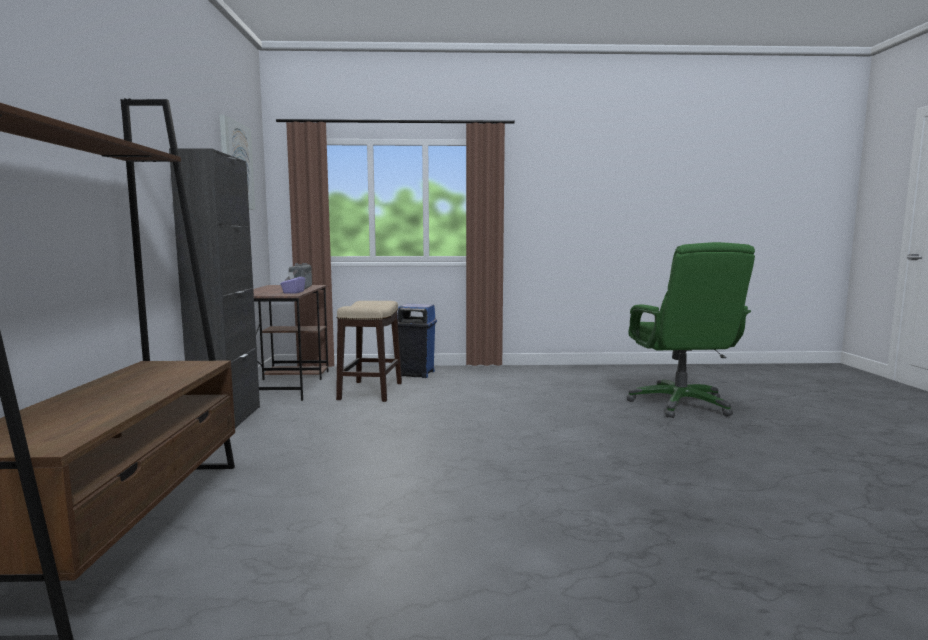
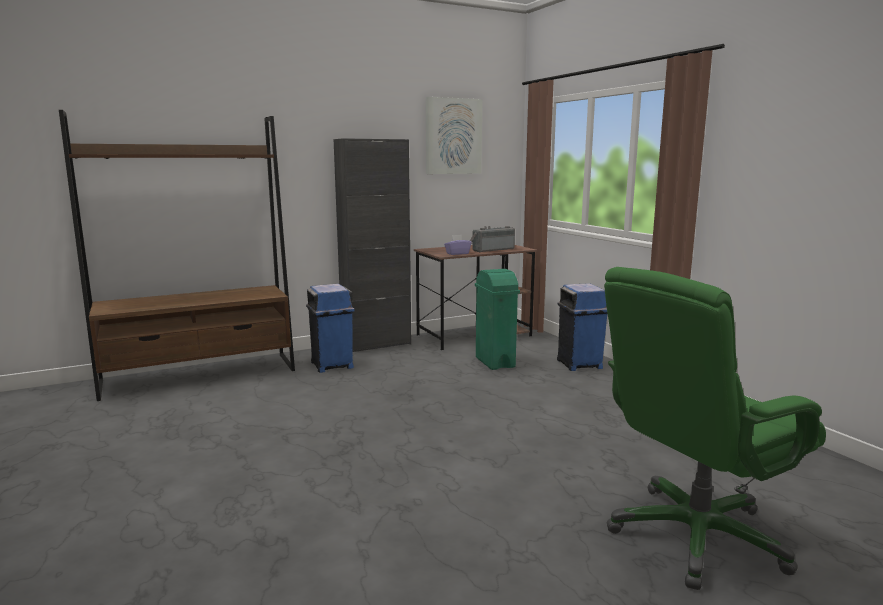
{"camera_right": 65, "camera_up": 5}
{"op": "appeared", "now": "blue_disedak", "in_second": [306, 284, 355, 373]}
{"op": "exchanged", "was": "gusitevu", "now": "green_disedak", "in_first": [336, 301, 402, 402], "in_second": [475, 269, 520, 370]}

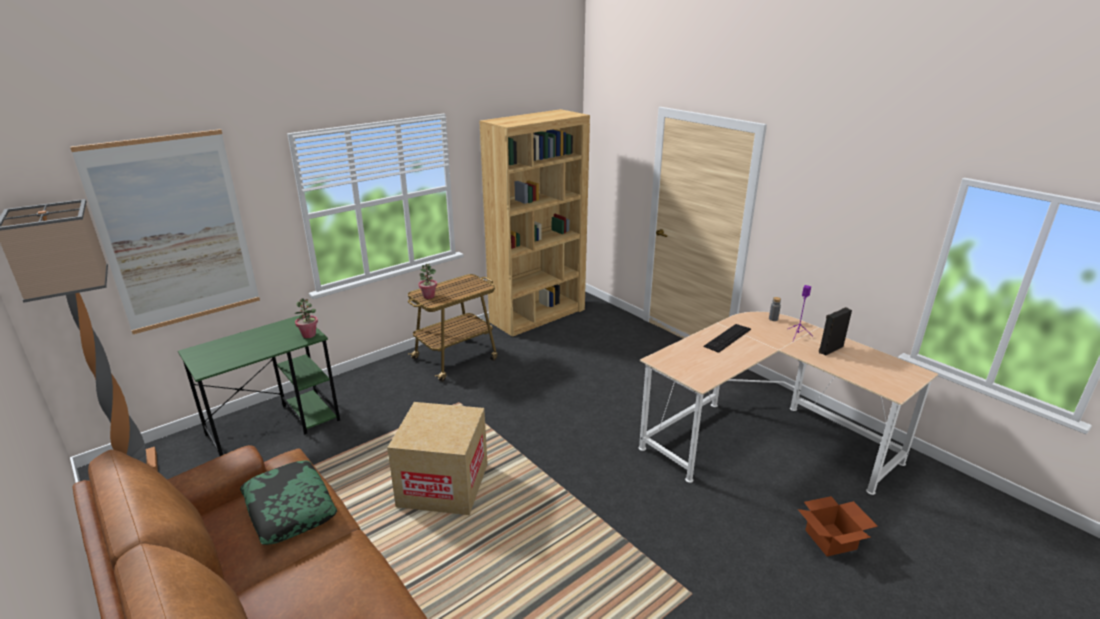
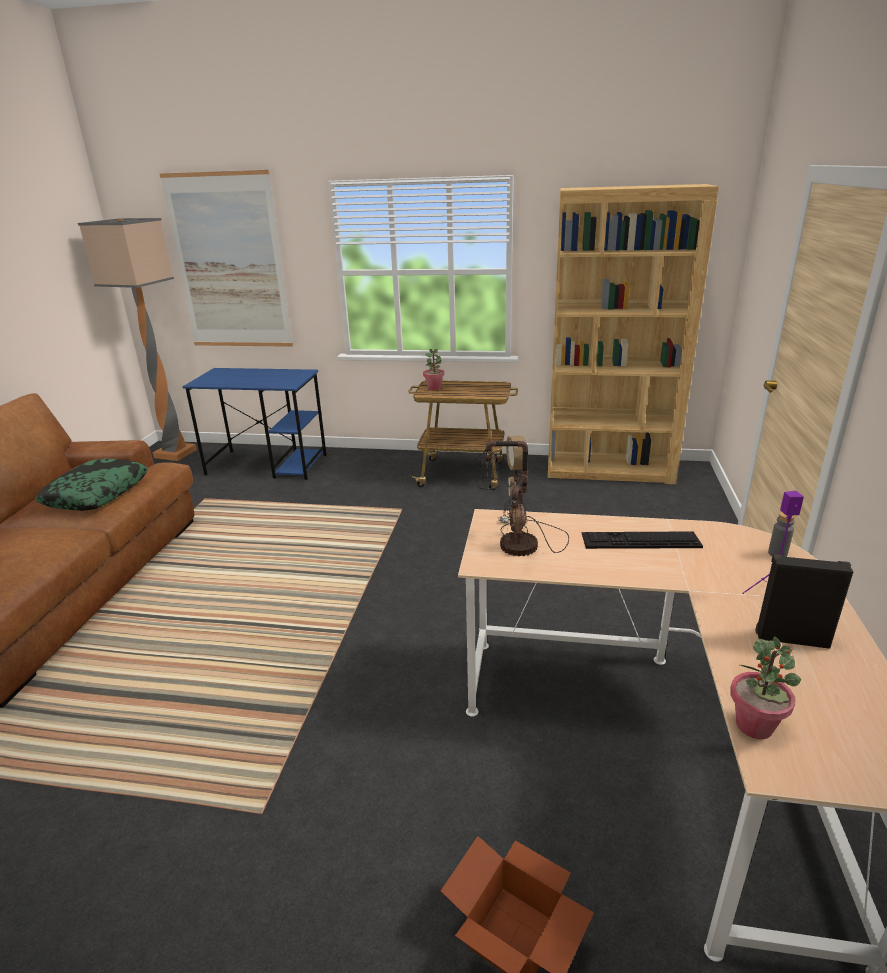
{"camera_right": 50, "camera_up": 0}
{"op": "colour", "was": "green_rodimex", "now": "blue_rodimex", "in_first": [178, 315, 340, 456], "in_second": [183, 368, 327, 480]}
{"op": "appeared", "now": "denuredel", "in_second": [475, 435, 569, 556]}
{"op": "relocated", "was": "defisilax", "in_first": [294, 298, 318, 338], "in_second": [730, 636, 801, 739]}
{"op": "missing", "was": "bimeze", "in_first": [387, 402, 488, 515]}

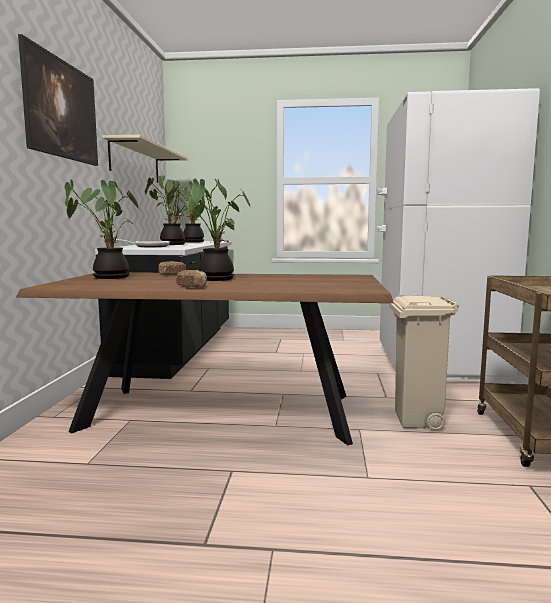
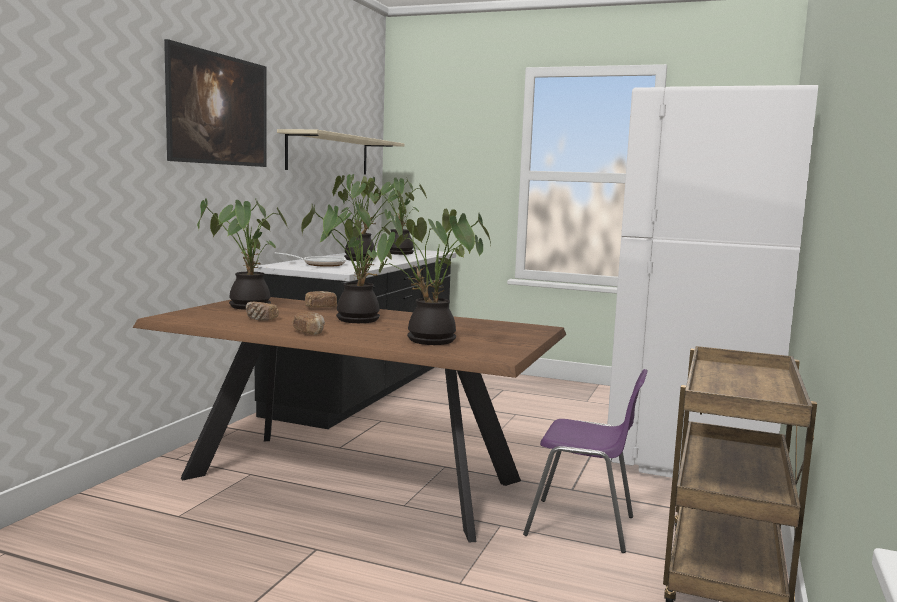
{"camera_right": 15, "camera_up": 0}
{"op": "appeared", "now": "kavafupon", "in_second": [246, 302, 279, 321]}
{"op": "appeared", "now": "defisilax", "in_second": [377, 209, 491, 345]}
{"op": "exchanged", "was": "beige_disedak", "now": "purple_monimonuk", "in_first": [389, 294, 459, 430], "in_second": [523, 369, 648, 553]}

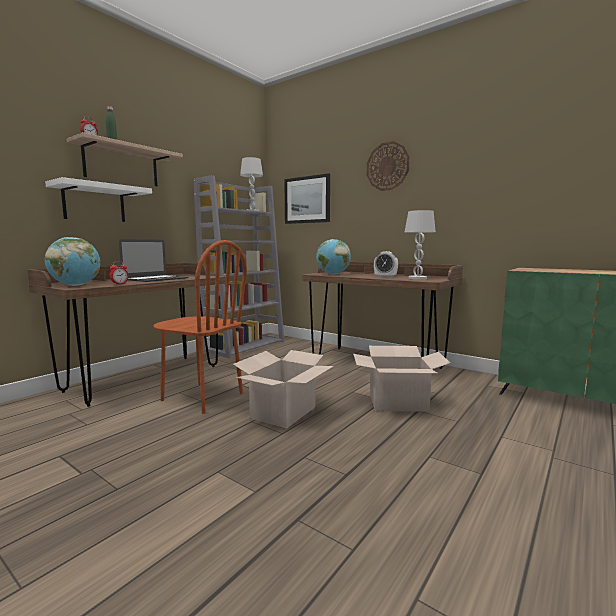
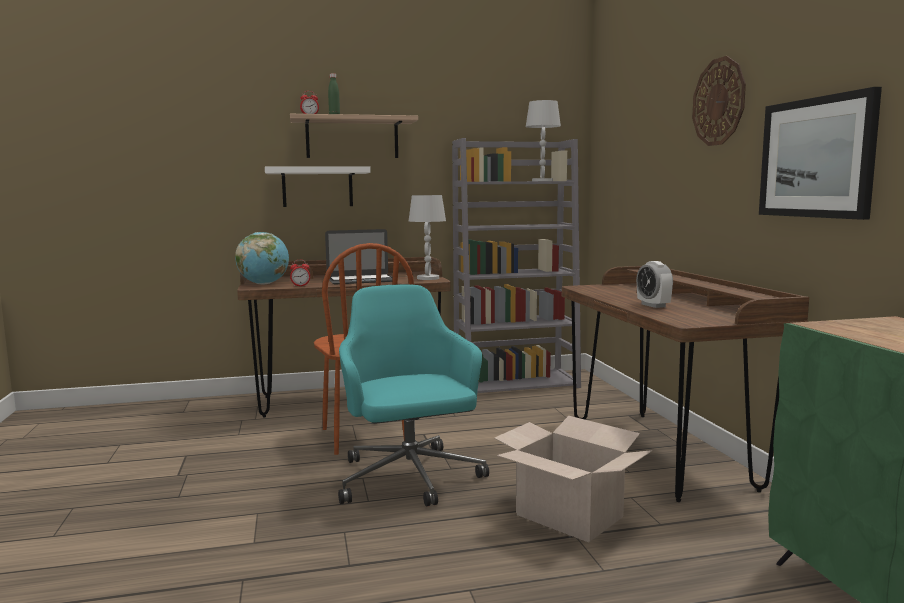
{"camera_right": 40, "camera_up": 0}
{"op": "exchanged", "was": "bimeze", "now": "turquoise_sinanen", "in_first": [233, 350, 334, 429], "in_second": [338, 284, 489, 507]}
{"op": "relocated", "was": "white_denuredel", "in_first": [405, 210, 436, 279], "in_second": [409, 195, 446, 280]}
{"op": "relocated", "was": "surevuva", "in_first": [284, 173, 330, 224], "in_second": [759, 87, 882, 220]}
{"op": "missing", "was": "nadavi", "in_first": [316, 239, 351, 275]}

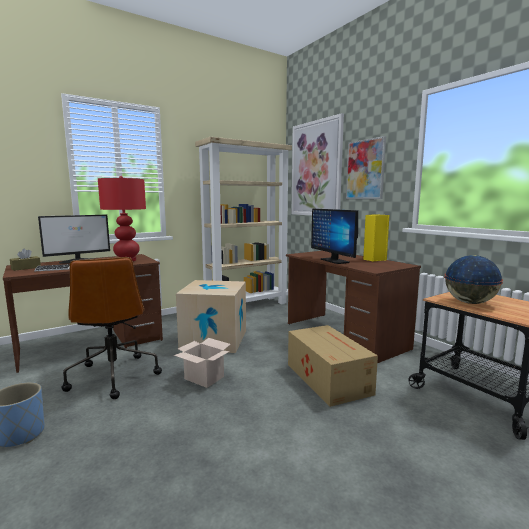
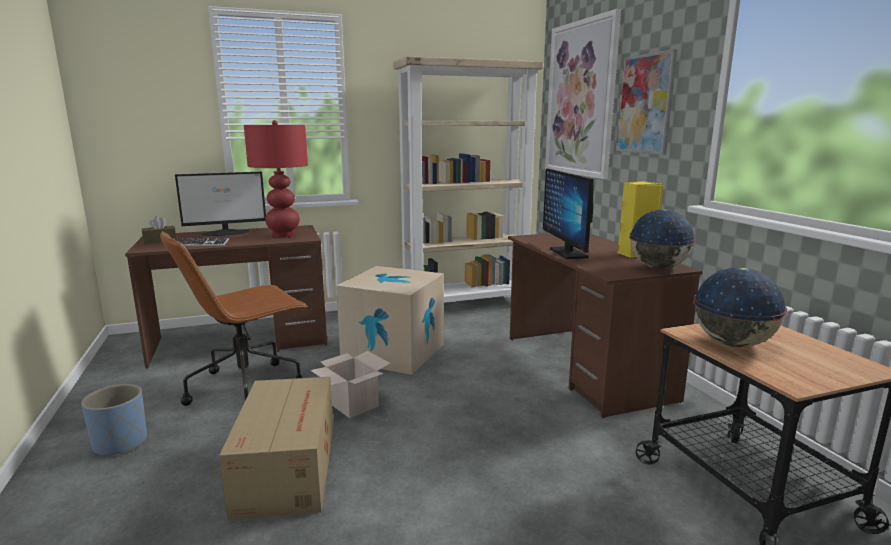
{"camera_right": 15, "camera_up": 5}
{"op": "spun", "was": "brown_sinanen", "in_first": [61, 257, 162, 399], "in_second": [160, 231, 308, 406], "clockwise": 60}
{"op": "relocated", "was": "bimeze", "in_first": [288, 325, 378, 407], "in_second": [219, 377, 334, 520]}
{"op": "appeared", "now": "nadavi", "in_second": [629, 209, 696, 269]}

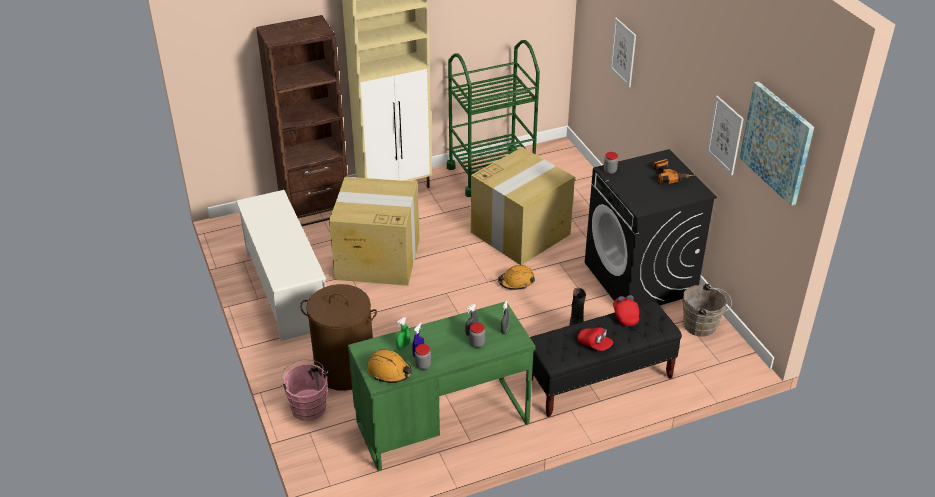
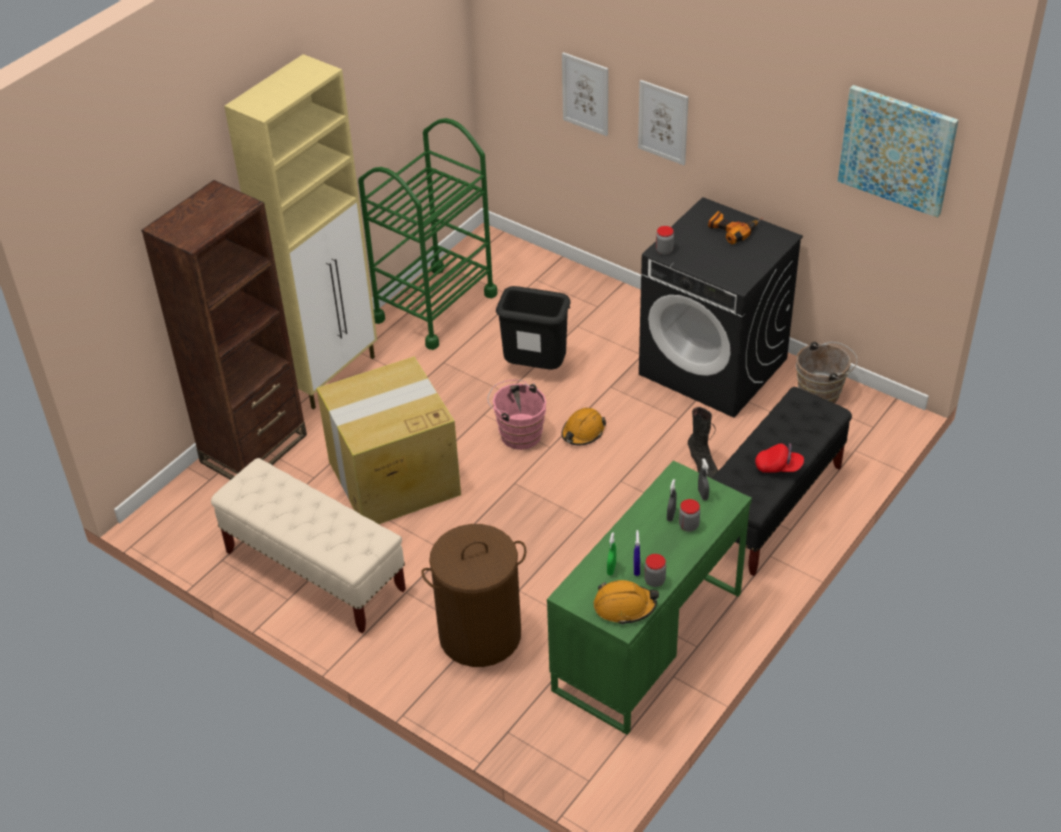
{"camera_right": -30, "camera_up": 5}
{"op": "exchanged", "was": "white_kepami", "now": "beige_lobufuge", "in_first": [236, 190, 326, 341], "in_second": [211, 458, 406, 633]}
{"op": "relocated", "was": "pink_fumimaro", "in_first": [281, 359, 328, 421], "in_second": [487, 380, 546, 450]}
{"op": "exchanged", "was": "bimeze", "now": "black_disedak", "in_first": [471, 147, 575, 265], "in_second": [496, 286, 570, 370]}
{"op": "relocated", "was": "surevuva", "in_first": [707, 96, 744, 175], "in_second": [638, 80, 688, 165]}
{"op": "missing", "was": "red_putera", "in_first": [613, 295, 639, 326]}

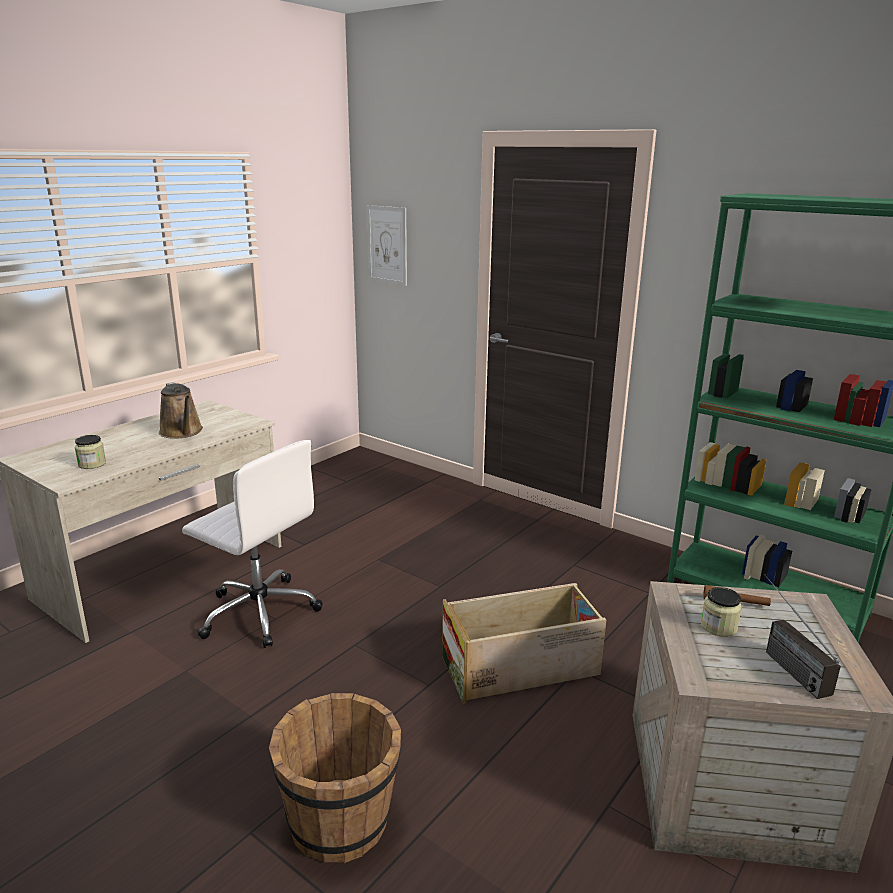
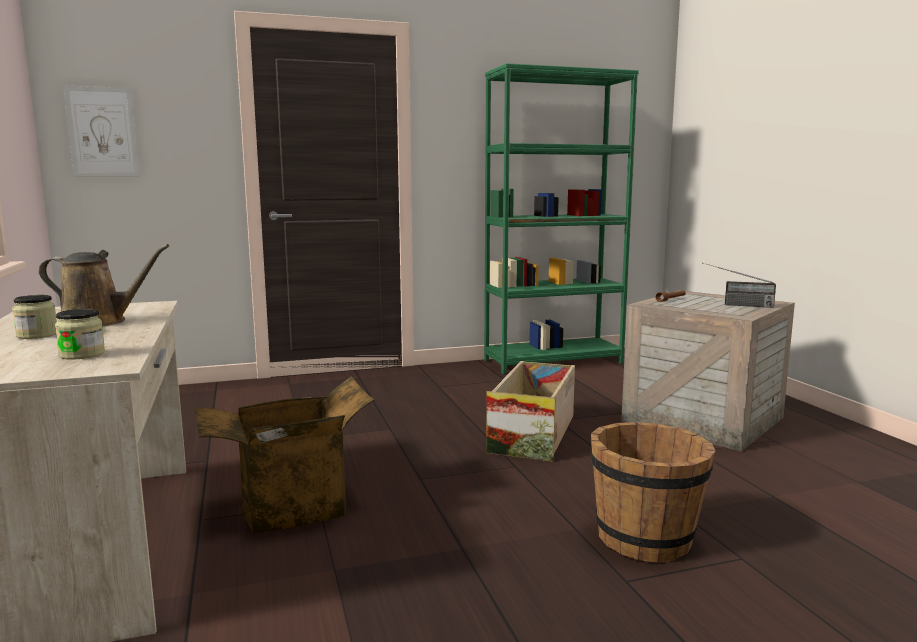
{"camera_right": -55, "camera_up": -10}
{"op": "relocated", "was": "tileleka", "in_first": [701, 587, 742, 637], "in_second": [12, 295, 57, 339]}
{"op": "exchanged", "was": "white_sinanen", "now": "bimeze", "in_first": [182, 440, 323, 648], "in_second": [195, 376, 375, 534]}

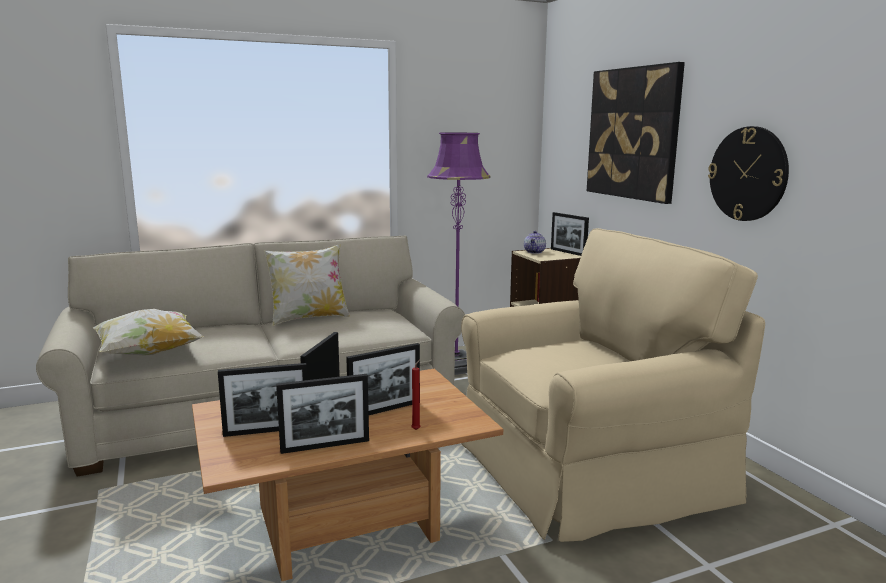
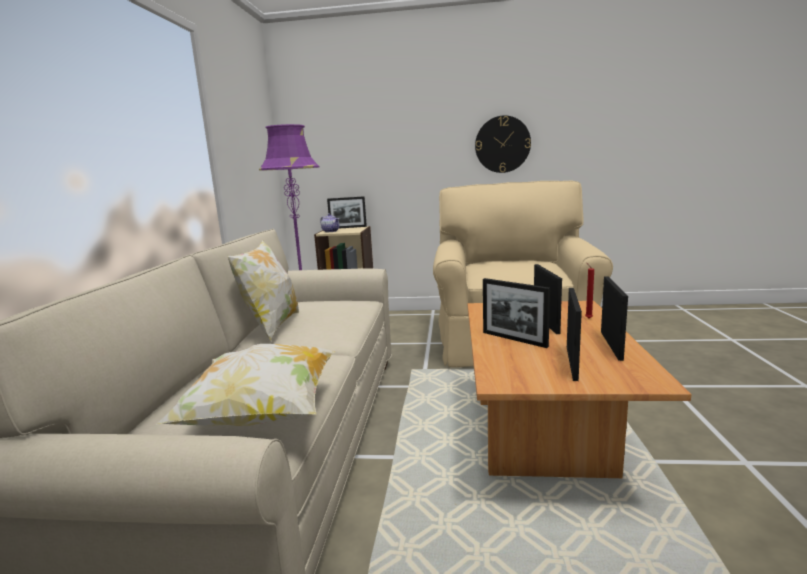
{"camera_right": -60, "camera_up": 0}
{"op": "missing", "was": "surevuva", "in_first": [587, 62, 685, 204]}

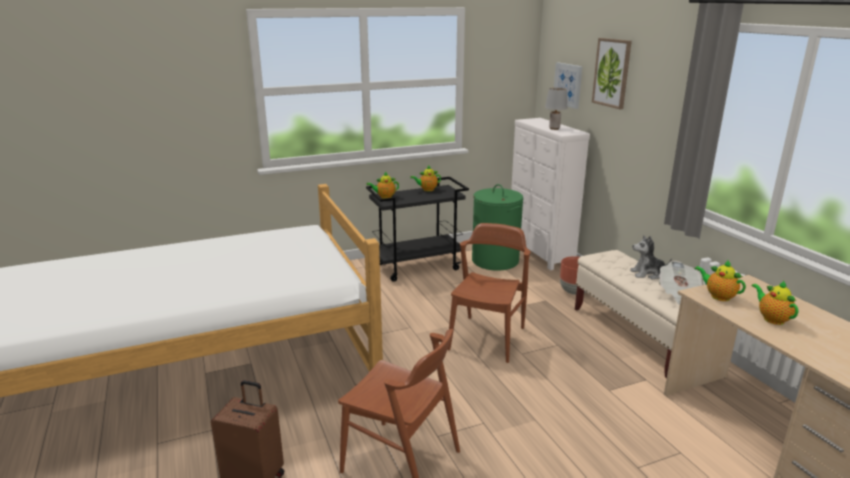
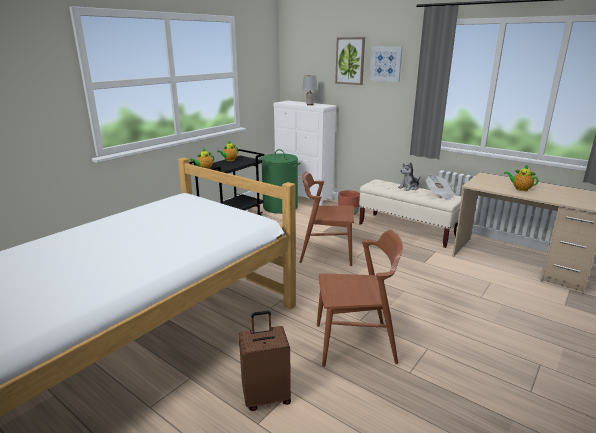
{"camera_right": -30, "camera_up": 0}
{"op": "spun", "was": "brown_monimonuk", "in_first": [447, 223, 530, 363], "in_second": [299, 172, 354, 266], "clockwise": -75}
{"op": "relocated", "was": "surevuva", "in_first": [554, 62, 583, 109], "in_second": [370, 47, 403, 82]}
{"op": "missing", "was": "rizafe", "in_first": [695, 260, 746, 301]}

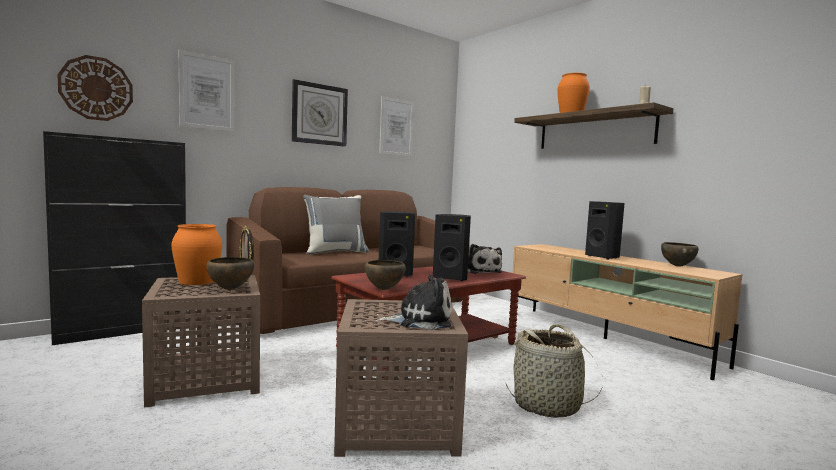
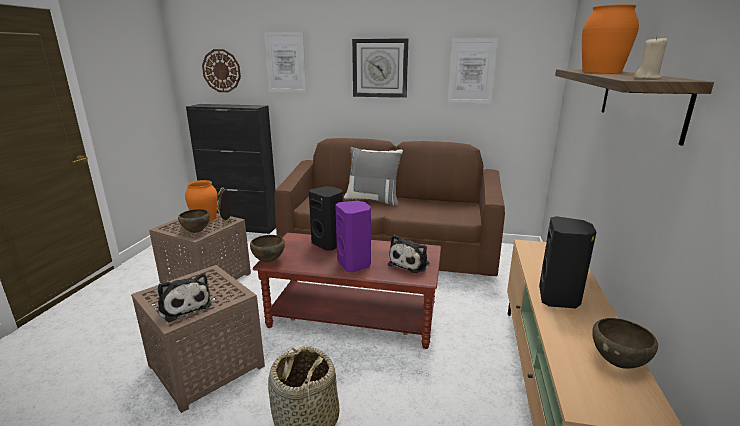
{"camera_right": 50, "camera_up": 15}
{"op": "colour", "was": "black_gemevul", "now": "purple_gemevul", "in_first": [433, 214, 471, 281], "in_second": [335, 201, 371, 273]}

